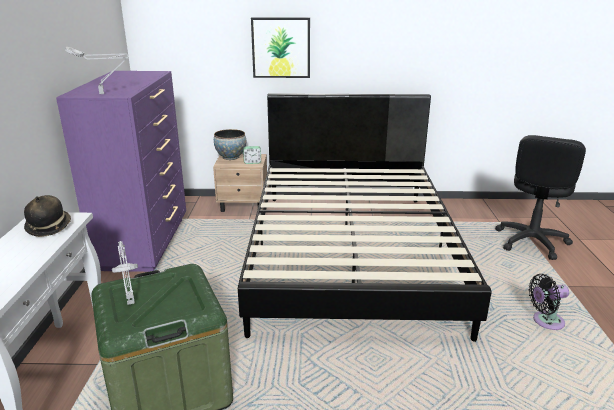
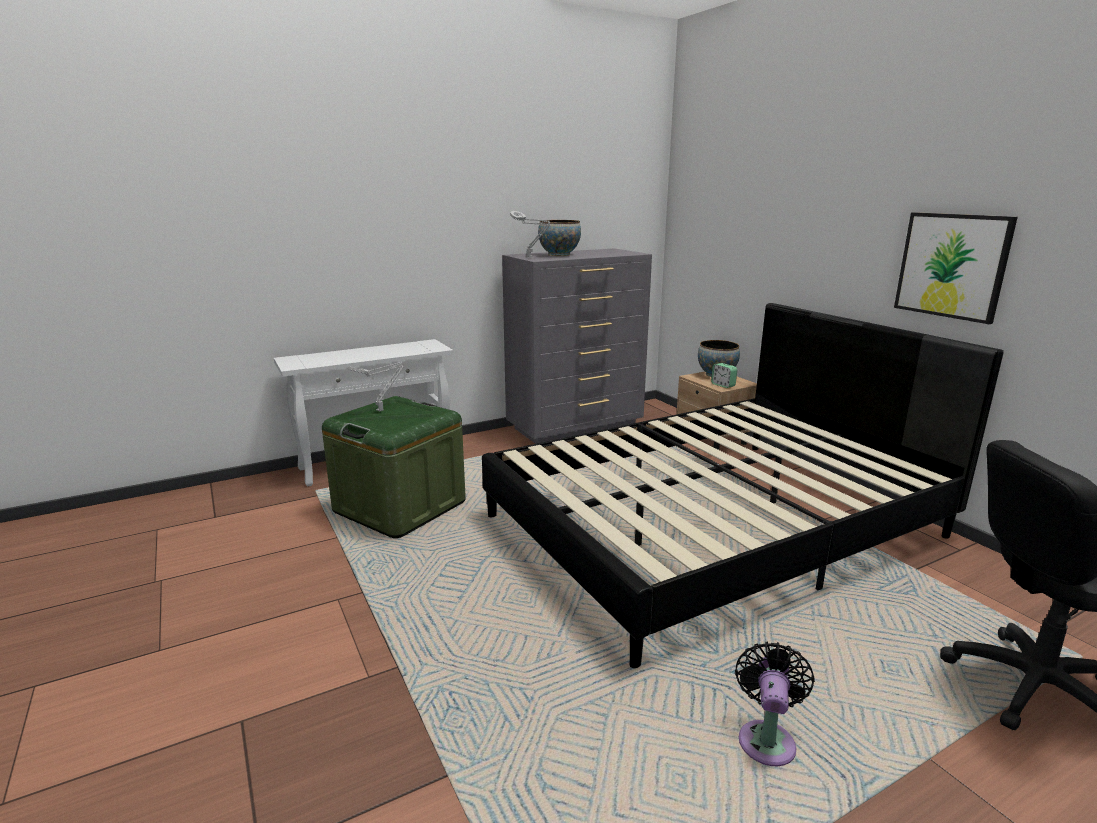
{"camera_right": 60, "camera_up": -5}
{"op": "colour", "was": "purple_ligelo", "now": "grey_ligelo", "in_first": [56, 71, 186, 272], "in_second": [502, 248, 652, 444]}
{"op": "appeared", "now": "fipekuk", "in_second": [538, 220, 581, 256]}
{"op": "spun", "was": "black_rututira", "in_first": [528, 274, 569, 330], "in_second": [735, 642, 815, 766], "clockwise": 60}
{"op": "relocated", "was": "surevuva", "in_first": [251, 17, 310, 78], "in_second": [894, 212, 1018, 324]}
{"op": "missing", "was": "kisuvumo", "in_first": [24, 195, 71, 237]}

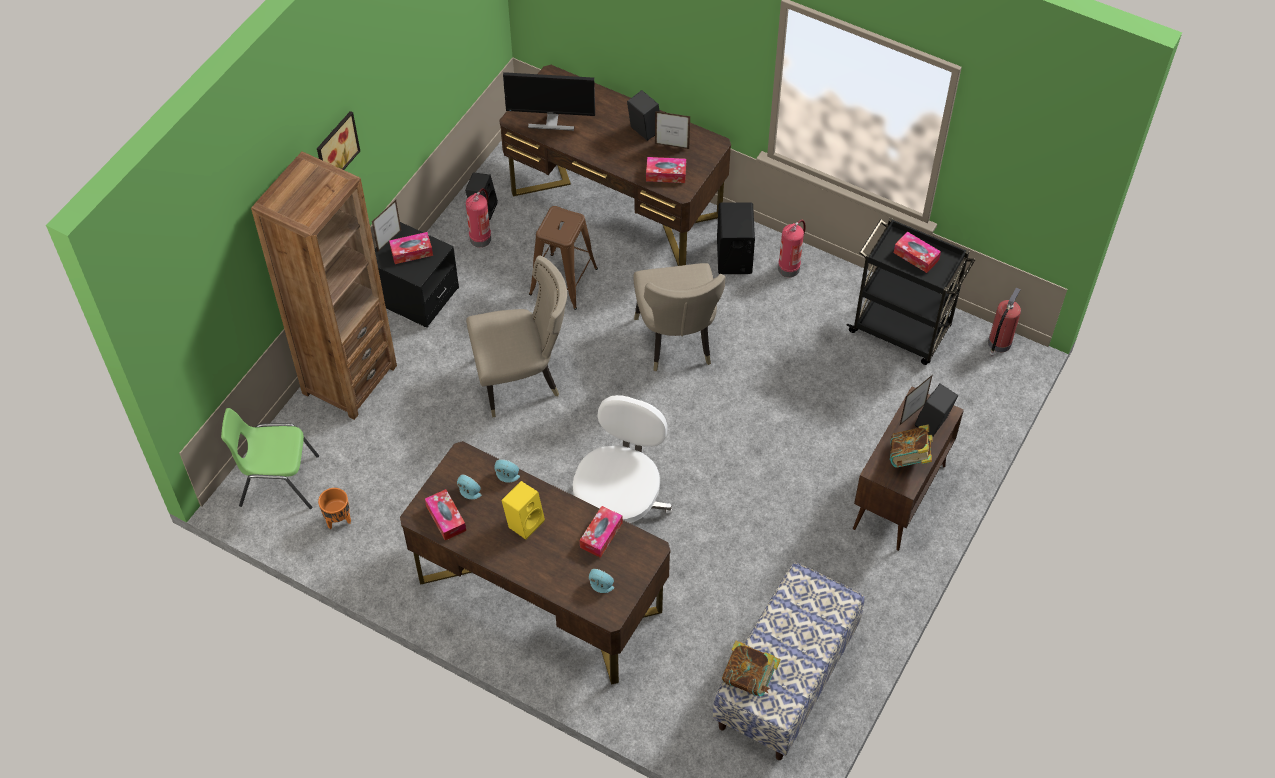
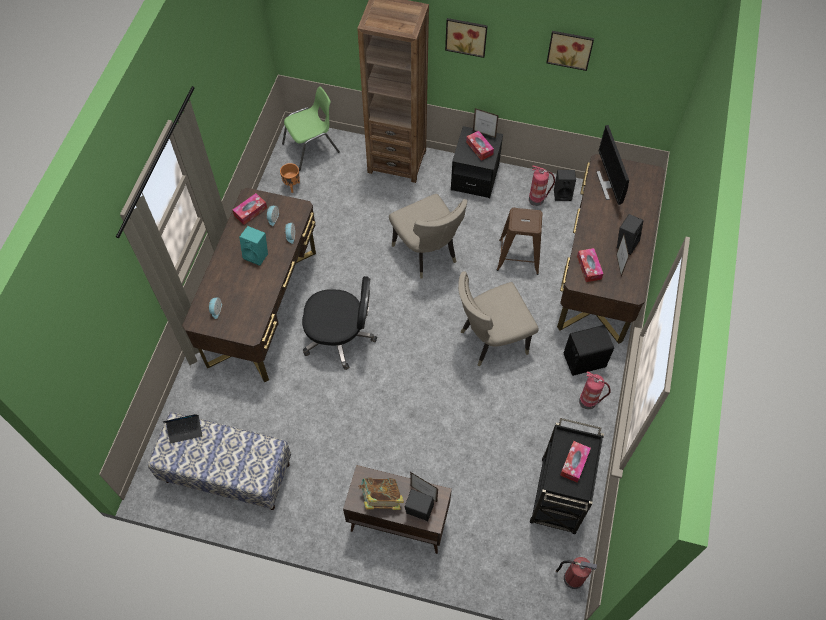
{"camera_right": 75, "camera_up": 5}
{"op": "exchanged", "was": "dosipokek", "now": "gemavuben", "in_first": [722, 641, 781, 696], "in_second": [162, 414, 203, 443]}
{"op": "colour", "was": "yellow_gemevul", "now": "turquoise_gemevul", "in_first": [501, 481, 545, 540], "in_second": [239, 226, 268, 266]}
{"op": "spun", "was": "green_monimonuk", "in_first": [221, 408, 319, 509], "in_second": [282, 86, 340, 171], "clockwise": 75}
{"op": "colour", "was": "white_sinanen", "now": "black_sinanen", "in_first": [573, 395, 672, 523], "in_second": [302, 276, 377, 370]}
{"op": "appeared", "now": "surevuva", "in_second": [546, 31, 594, 71]}
{"op": "missing", "was": "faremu", "in_first": [580, 506, 622, 558]}

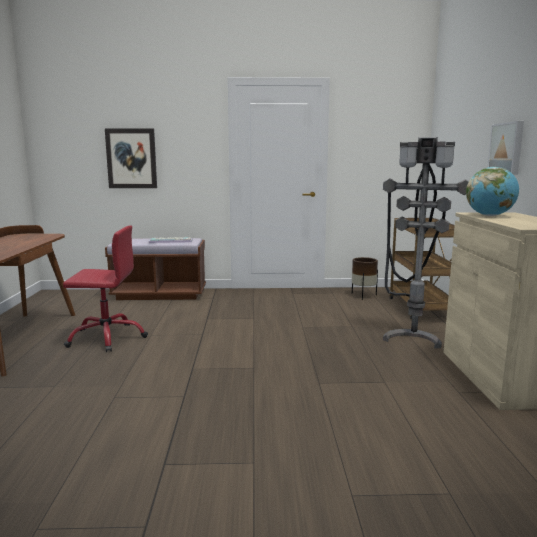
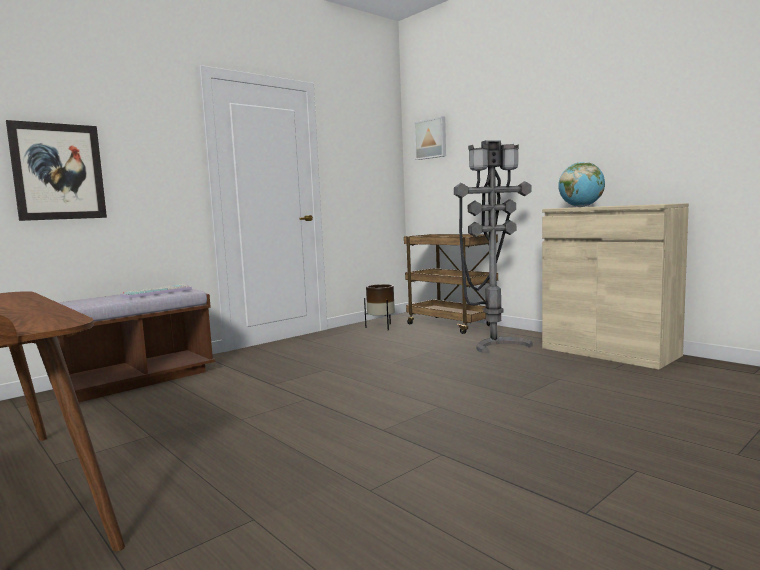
{"camera_right": -40, "camera_up": -5}
{"op": "relocated", "was": "surevuva", "in_first": [487, 121, 524, 175], "in_second": [414, 116, 446, 160]}
{"op": "missing", "was": "red_sinanen", "in_first": [63, 225, 148, 352]}

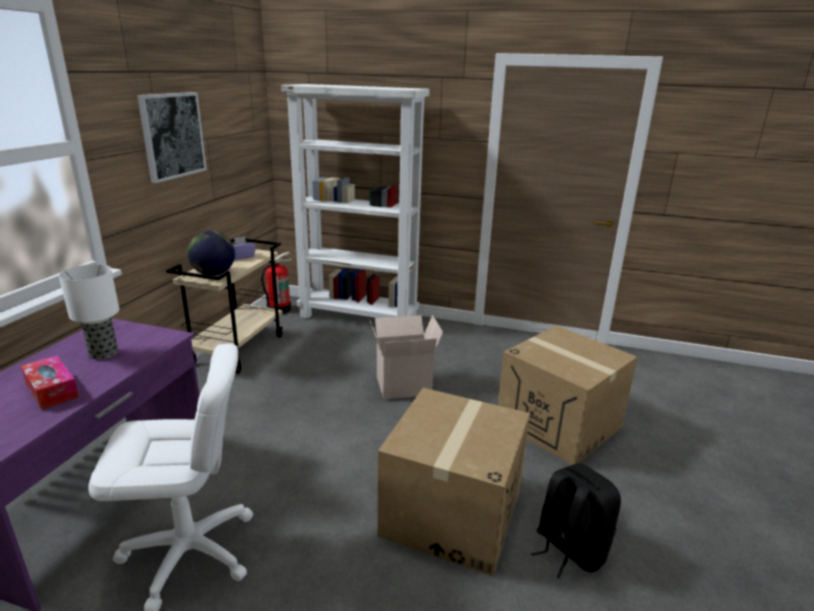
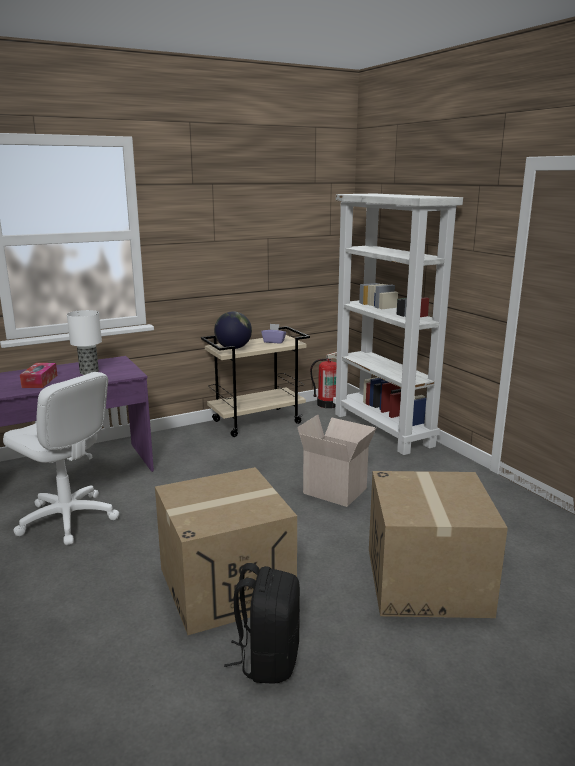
{"camera_right": 45, "camera_up": -5}
{"op": "missing", "was": "surevuva", "in_first": [137, 92, 207, 183]}

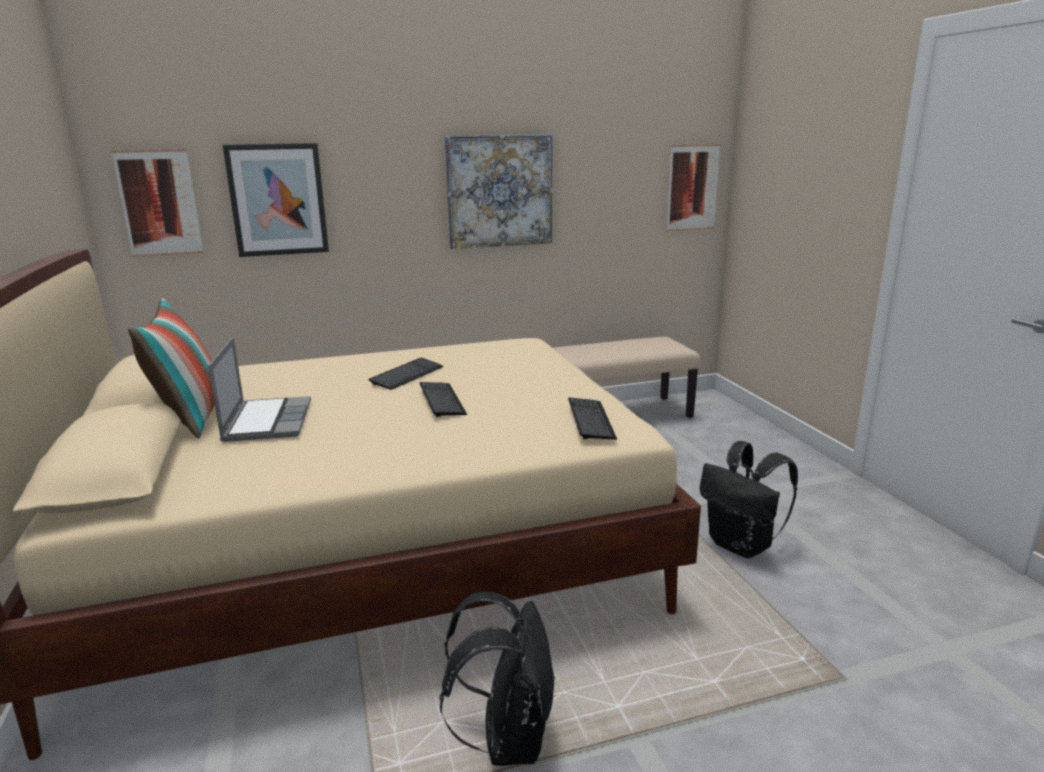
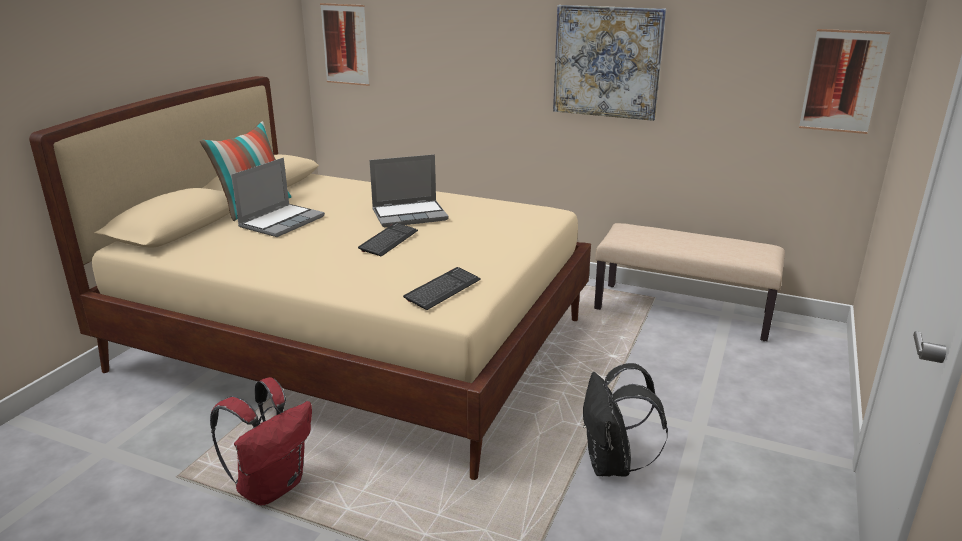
{"camera_right": 40, "camera_up": 5}
{"op": "colour", "was": "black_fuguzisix", "now": "red_fuguzisix", "in_first": [439, 592, 555, 766], "in_second": [210, 377, 312, 505]}
{"op": "exchanged", "was": "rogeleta", "now": "gemavuben", "in_first": [368, 358, 443, 390], "in_second": [369, 154, 449, 227]}
{"op": "missing", "was": "surevuva", "in_first": [223, 143, 329, 257]}

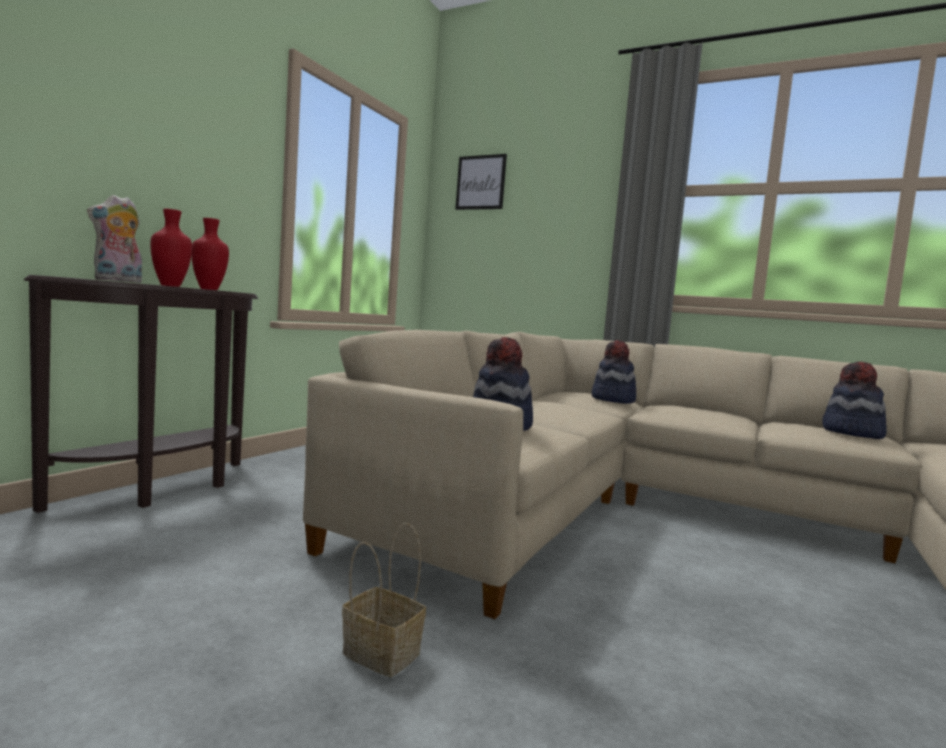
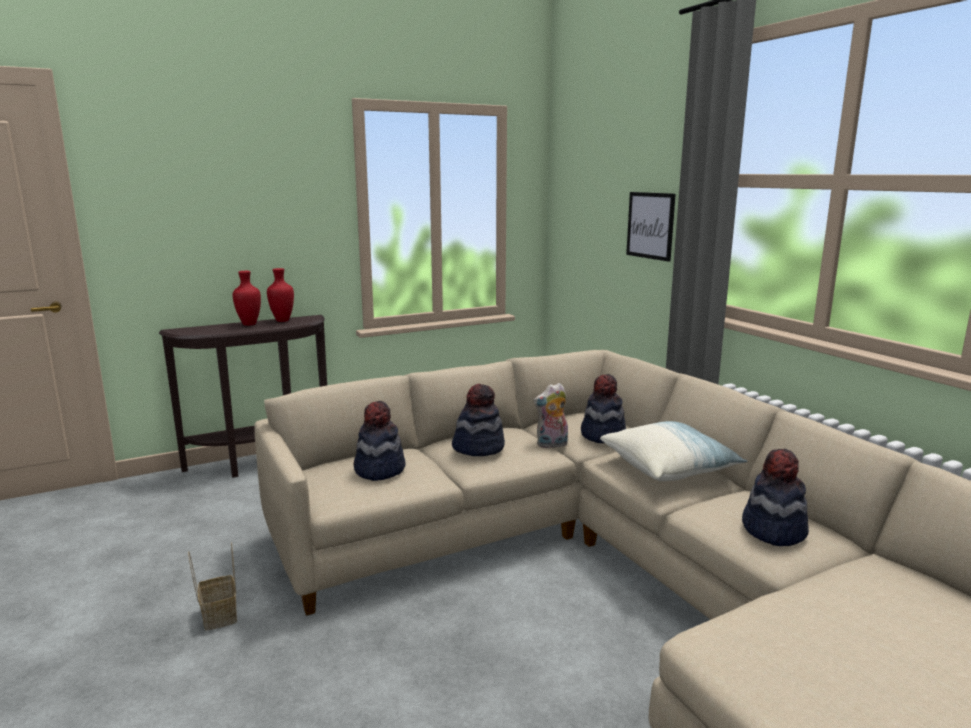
{"camera_right": 35, "camera_up": 10}
{"op": "appeared", "now": "kisuvumo", "in_second": [452, 384, 505, 456]}
{"op": "relocated", "was": "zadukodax", "in_first": [87, 195, 142, 283], "in_second": [533, 383, 568, 448]}
{"op": "appeared", "now": "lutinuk", "in_second": [600, 421, 747, 481]}
{"op": "relocated", "was": "surevuva", "in_first": [455, 154, 507, 210], "in_second": [626, 192, 676, 262]}

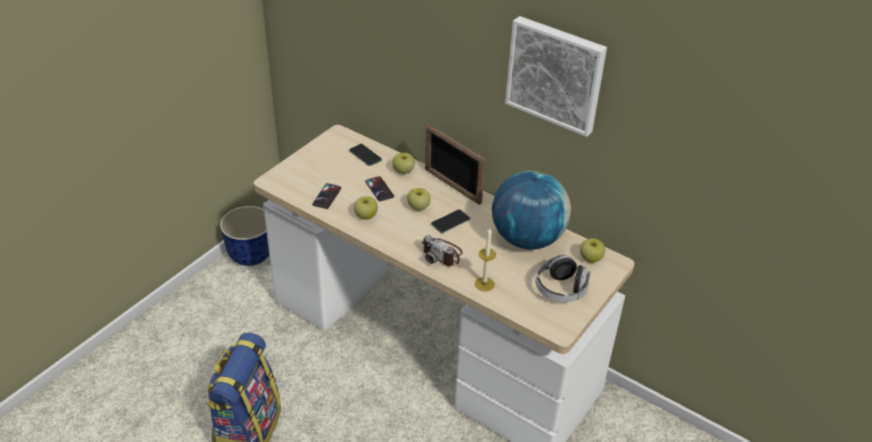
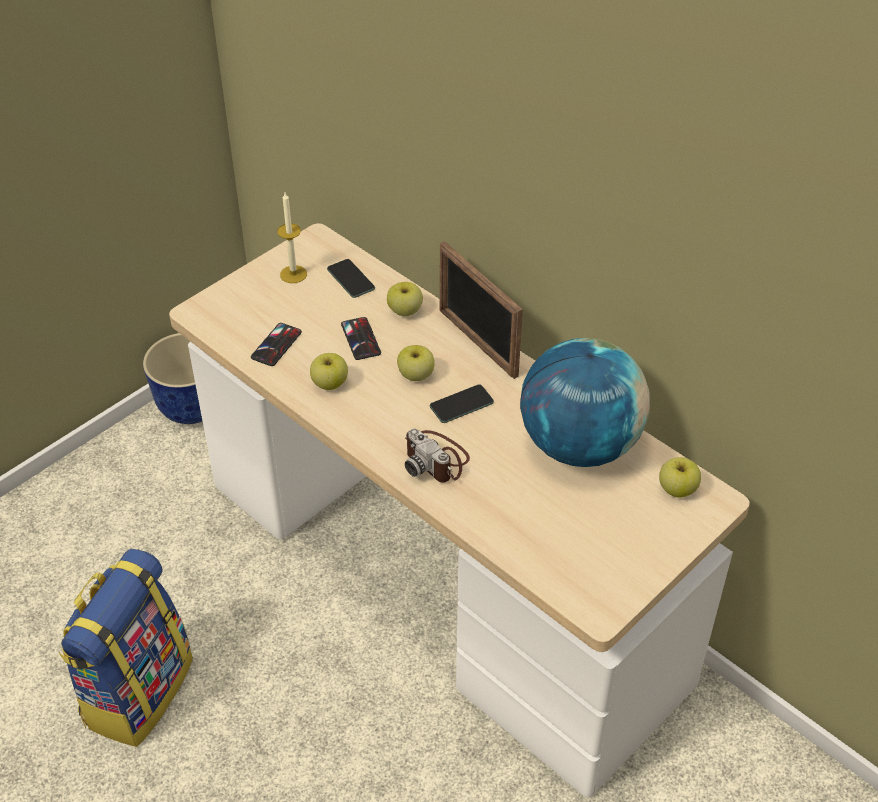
{"camera_right": 10, "camera_up": 5}
{"op": "relocated", "was": "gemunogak", "in_first": [475, 228, 496, 292], "in_second": [277, 193, 307, 283]}
{"op": "missing", "was": "surevuva", "in_first": [505, 16, 607, 137]}
{"op": "missing", "was": "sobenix", "in_first": [536, 254, 591, 302]}

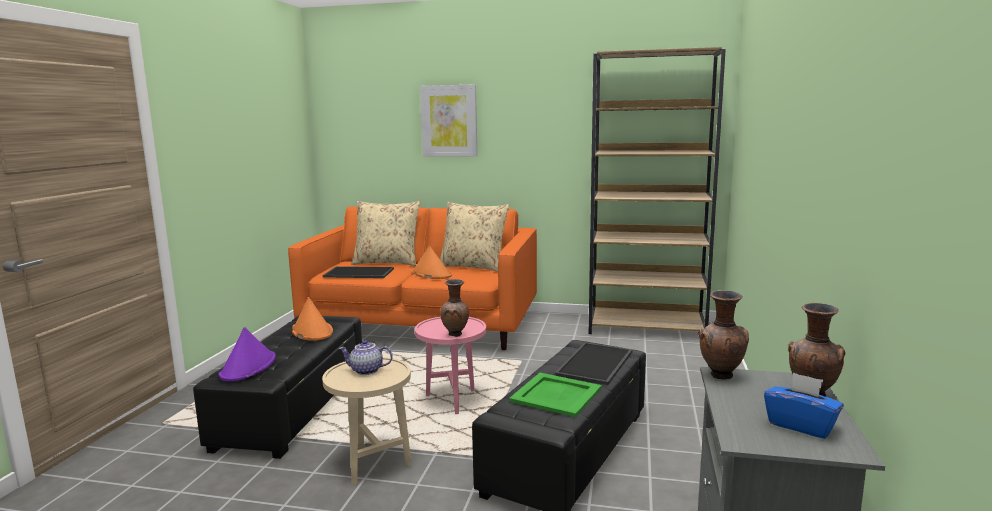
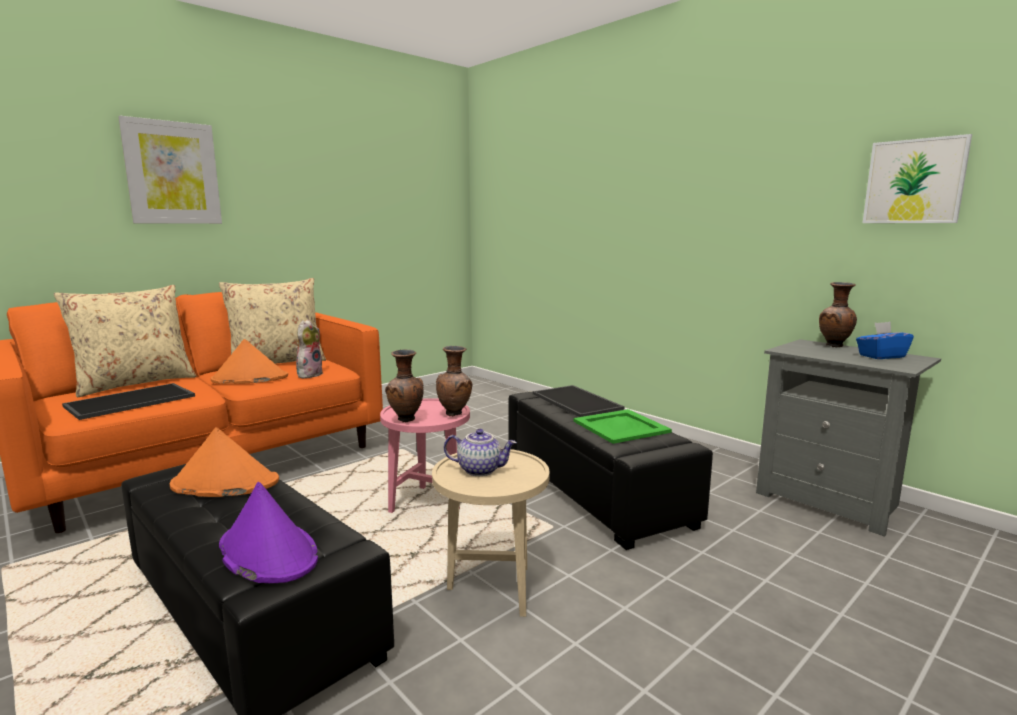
{"camera_right": -55, "camera_up": 0}
{"op": "appeared", "now": "zadukodax", "in_second": [296, 320, 323, 378]}
{"op": "relocated", "was": "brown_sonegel", "in_first": [698, 290, 749, 380], "in_second": [385, 350, 424, 422]}
{"op": "spun", "was": "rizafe", "in_first": [339, 340, 393, 375], "in_second": [444, 429, 517, 476], "clockwise": -120}
{"op": "appeared", "now": "surevuva", "in_second": [862, 134, 972, 223]}
{"op": "missing", "was": "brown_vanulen", "in_first": [589, 47, 726, 334]}

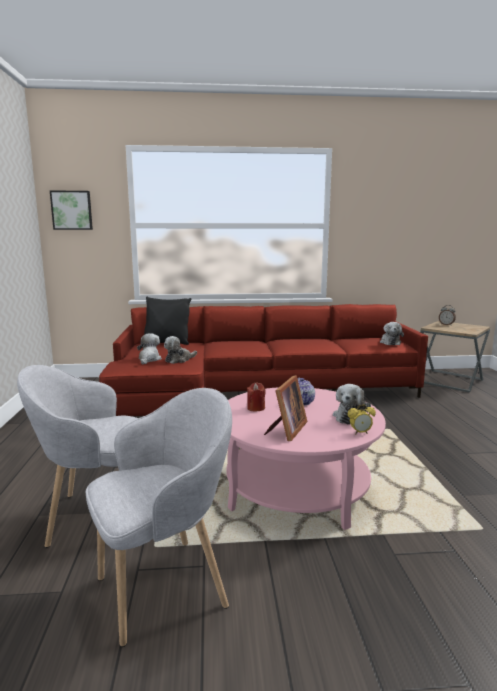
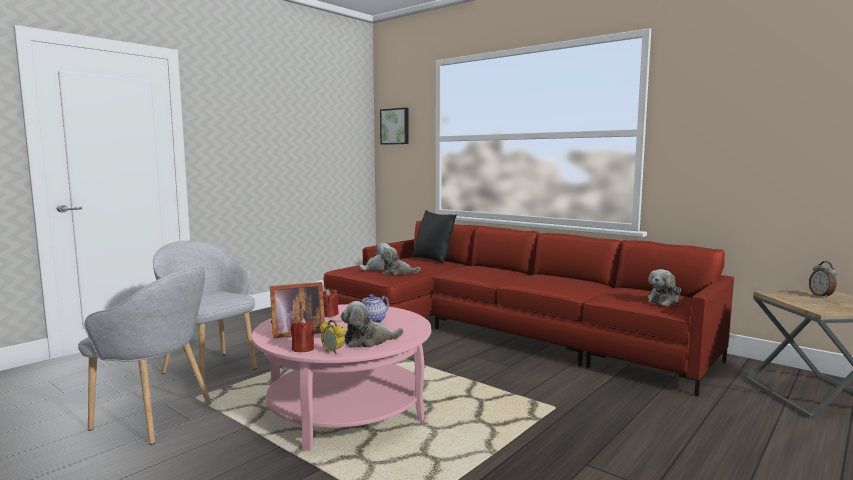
{"camera_right": 45, "camera_up": -5}
{"op": "appeared", "now": "red_gemunogak", "in_second": [291, 318, 314, 352]}

